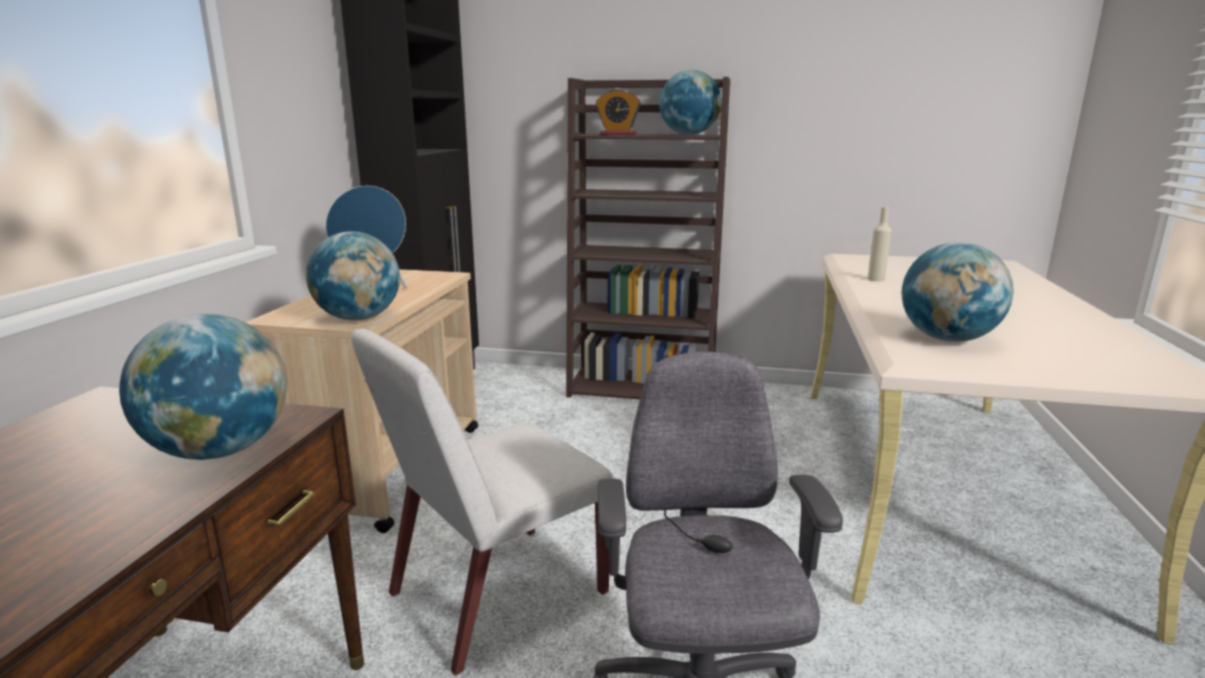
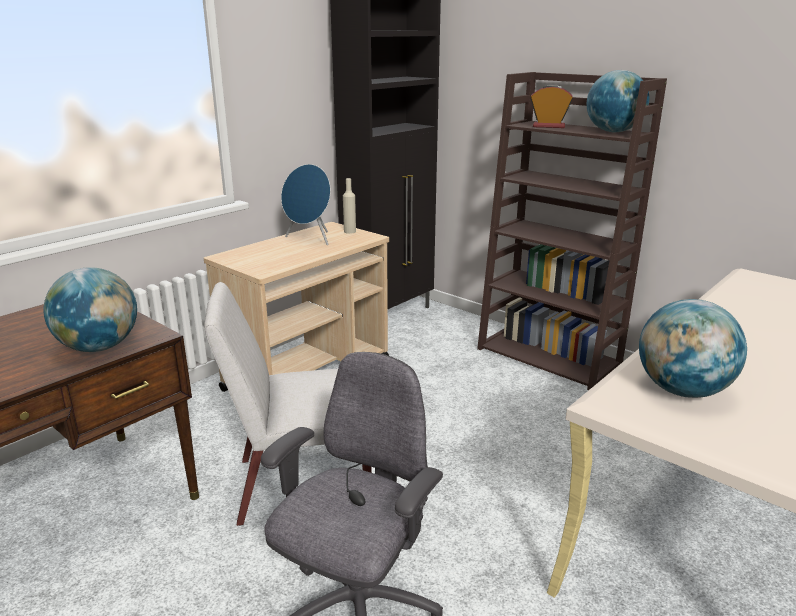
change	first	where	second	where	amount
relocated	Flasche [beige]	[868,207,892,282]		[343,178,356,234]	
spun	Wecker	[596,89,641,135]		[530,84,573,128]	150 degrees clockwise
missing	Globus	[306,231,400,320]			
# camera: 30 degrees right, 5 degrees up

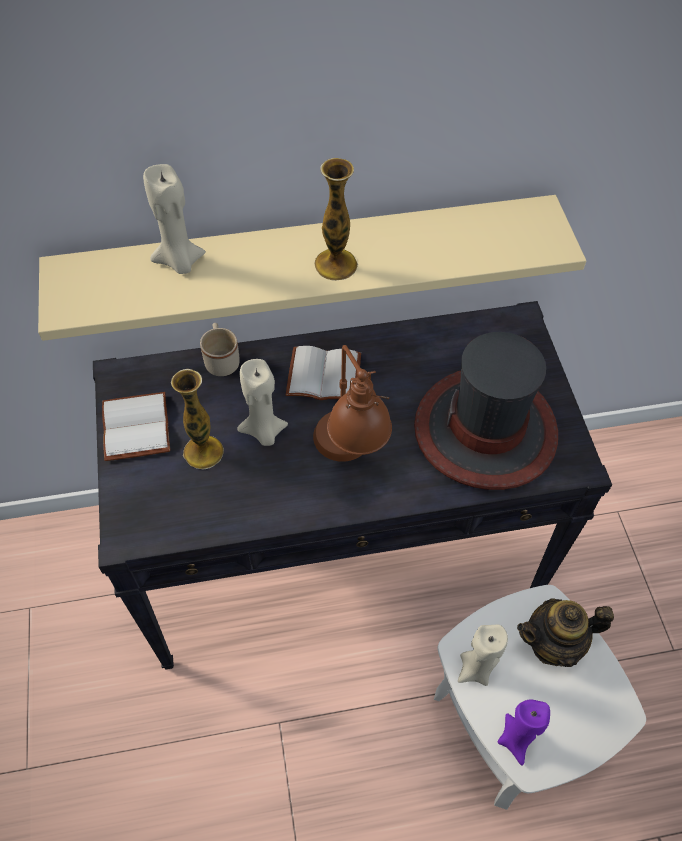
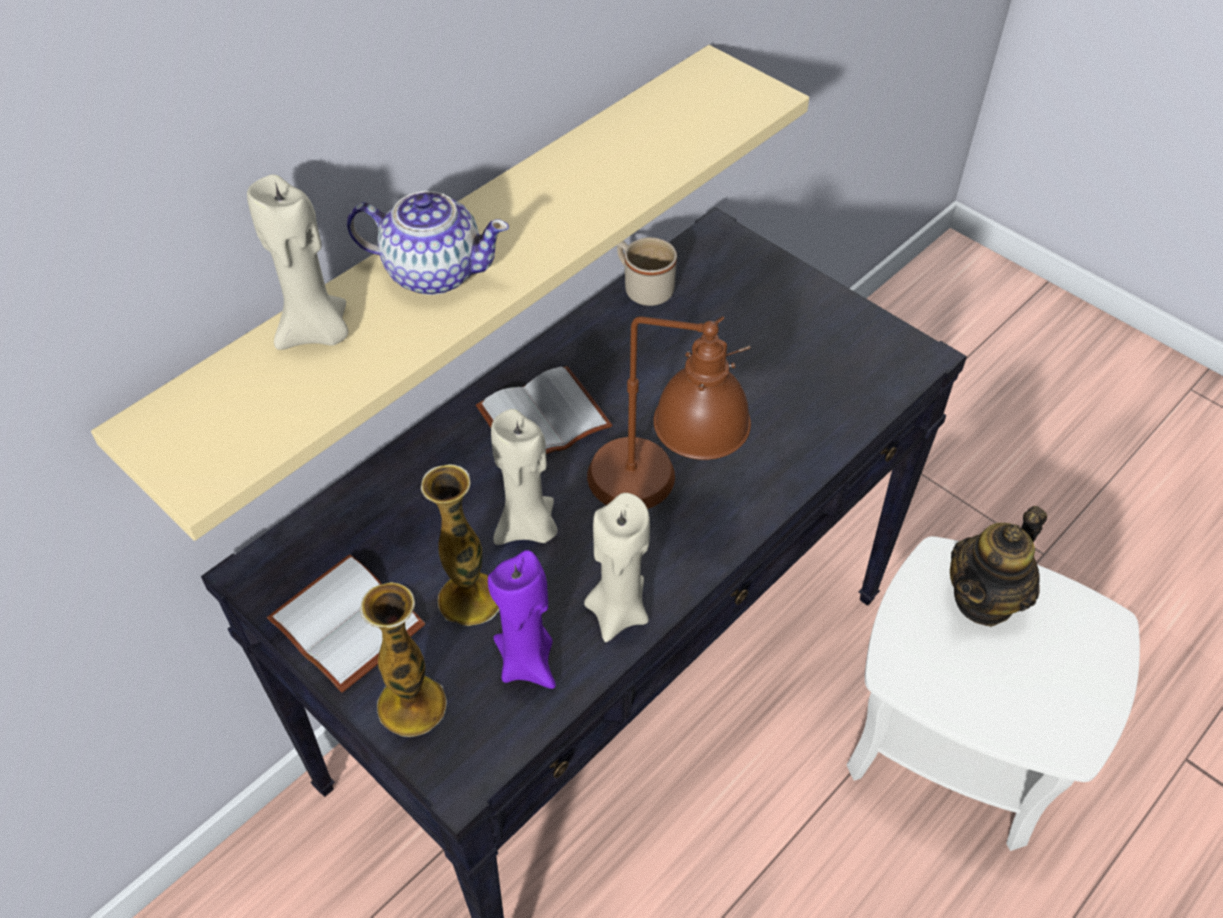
change	first	where	second	where	amount
appeared			Teekanne	[347,191,509,295]	
relocated	Vase	[314,158,358,281]		[360,582,447,737]	
relocated	Kerze [lila]	[498,700,550,766]		[488,550,556,689]	
relocated	Kerze [beige]	[458,624,508,686]		[584,493,650,642]	
relocated	Henkelbecher [beige]	[200,323,240,376]		[617,237,677,306]	
missing	Hut	[414,332,558,490]			
# camera: 35 degrees left, 5 degrees down

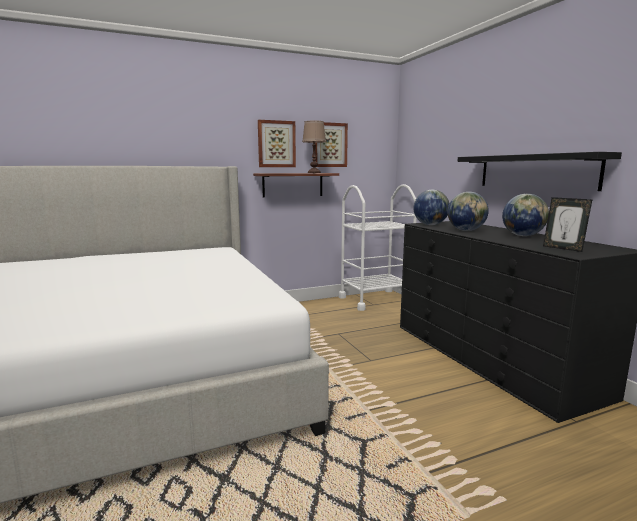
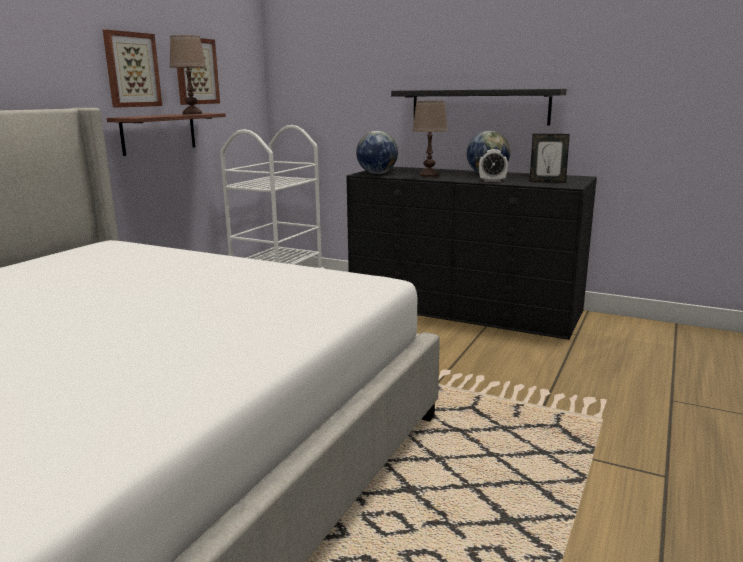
change	first	where	second	where	amount
exchanged	Globus	[448,192,489,231]	Tischlampe [braun]	[412,101,448,177]	
appeared			Wecker	[479,149,508,182]	
# camera: 40 degrees left, 5 degrees up

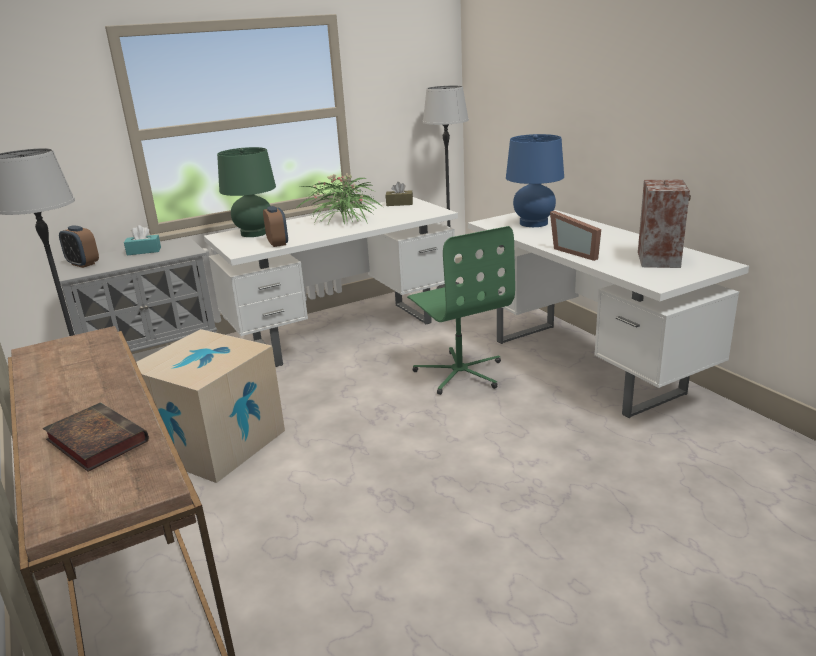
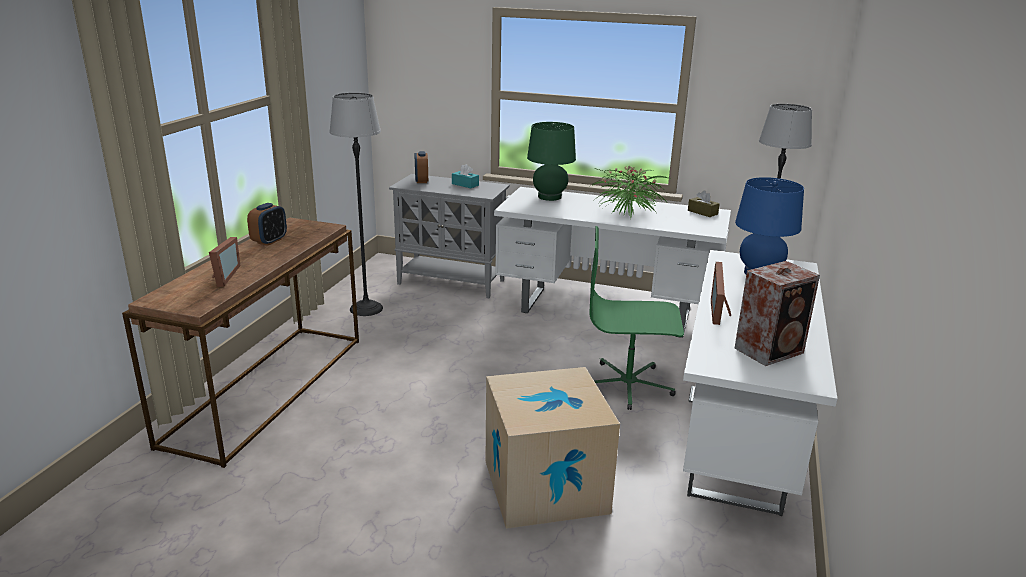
change	first	where	second	where	amount
exchanged	Buch	[43,402,149,472]	Bilderrahmen	[209,237,241,287]	
relocated	Wecker	[263,206,288,247]		[247,203,287,246]	
relocated	Karton	[136,329,285,483]		[485,367,620,529]	
spun	Bürostuhl [grün]	[407,226,515,395]		[590,226,684,410]	75 degrees clockwise
# camera: 45 degrees right, 0 degrees up

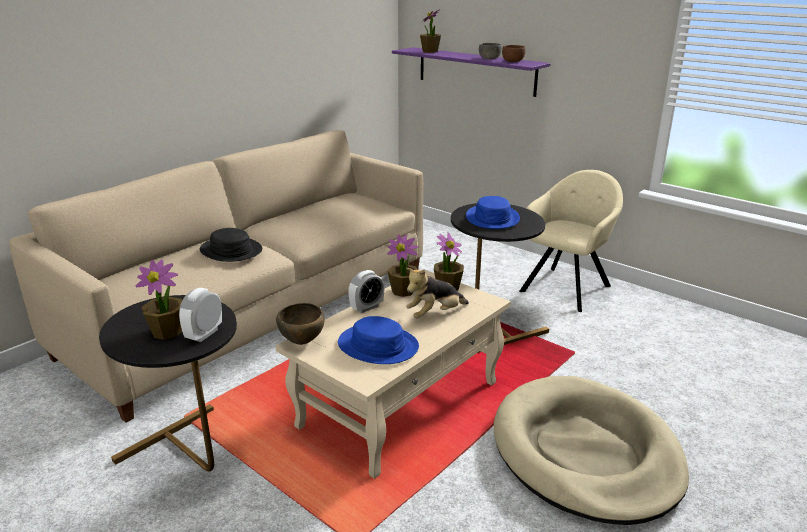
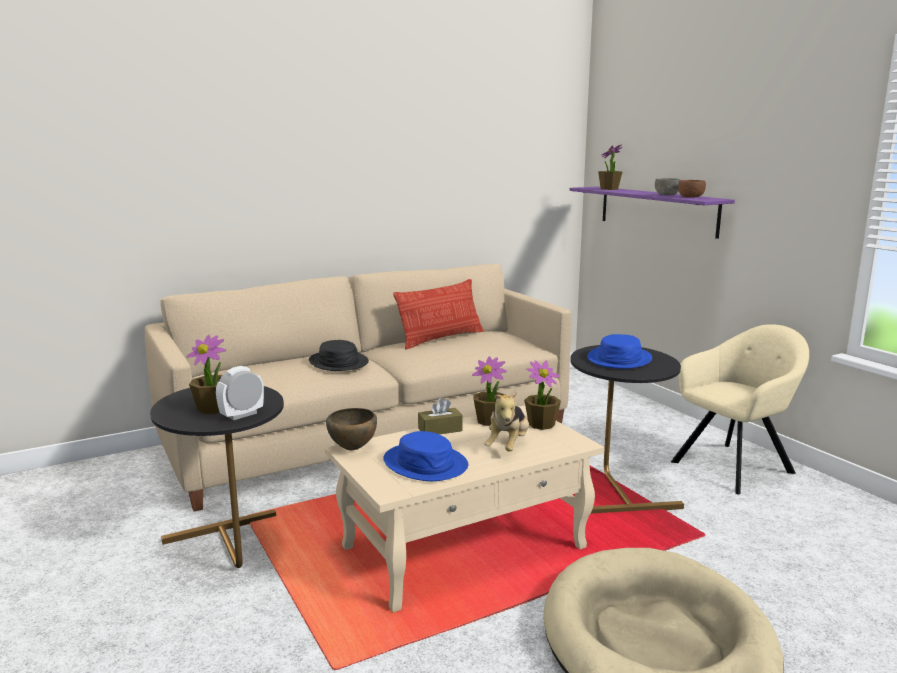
change	first	where	second	where	amount
appeared			Kissen	[393,279,484,350]	
exchanged	Wecker	[348,270,384,313]	Taschentuchbox [braun]	[418,398,463,434]	
spun	Plüschtier	[406,268,469,318]		[484,391,529,451]	60 degrees counterclockwise
# camera: 20 degrees right, 10 degrees down

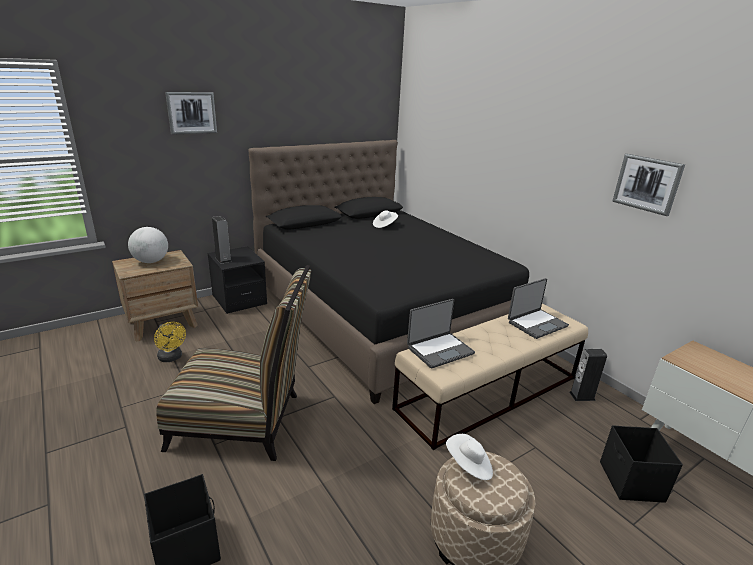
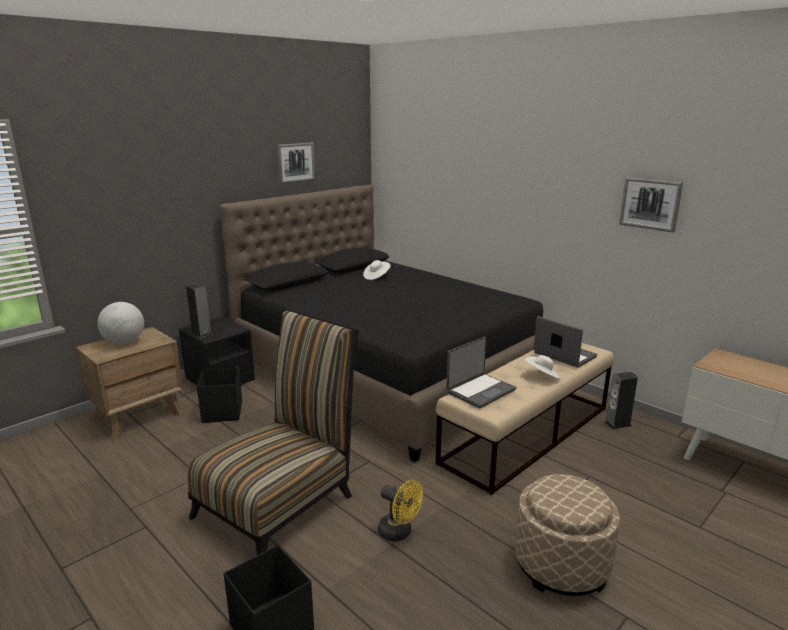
change	first	where	second	where	amount
spun	Stuhl	[156,265,311,461]		[187,307,359,555]	45 degrees counterclockwise
relocated	Aufbewahrungsbox [schwarz]	[600,425,683,503]		[197,368,242,423]	
relocated	Bild	[165,92,217,135]		[277,143,315,184]	
relocated	Ventilator [gelb]	[154,322,186,362]		[378,480,423,542]	
relocated	Hut [weiß]	[446,434,493,480]		[524,355,561,379]	
spun	Laptop	[508,278,569,339]		[534,316,597,368]	90 degrees counterclockwise
# camera: 10 degrees left, 5 degrees down

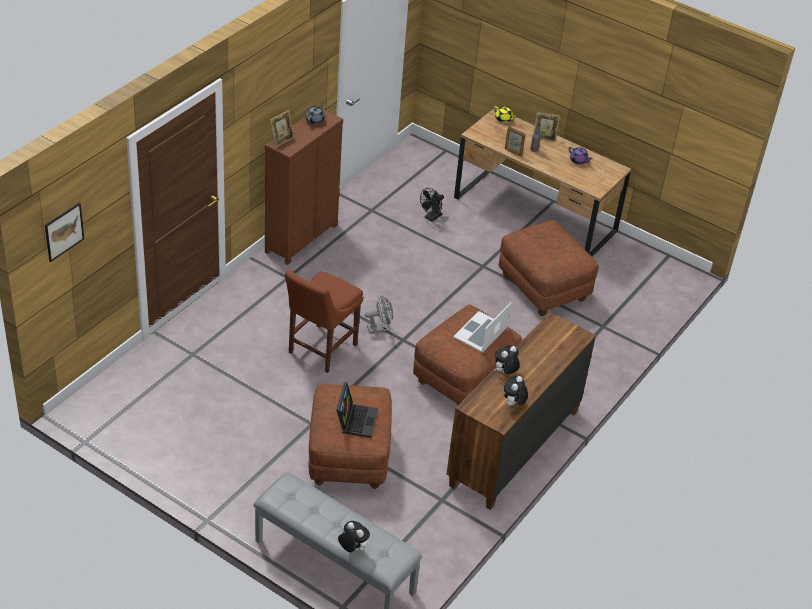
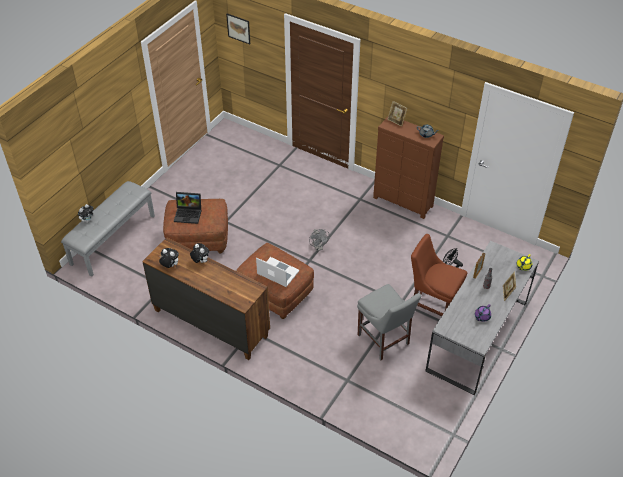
change	first	where	second	where	amount
exchanged	Polsterhocker [braun]	[499,220,599,316]	Stuhl [grau]	[357,284,421,360]	
relocated	Stuhl [braun]	[285,270,363,373]		[411,234,467,316]	
colour	Schreibtisch [braun]	[454,108,631,257]	Schreibtisch [grau]	[425,241,539,395]	
# camera: 90 degrees right, 5 degrees up

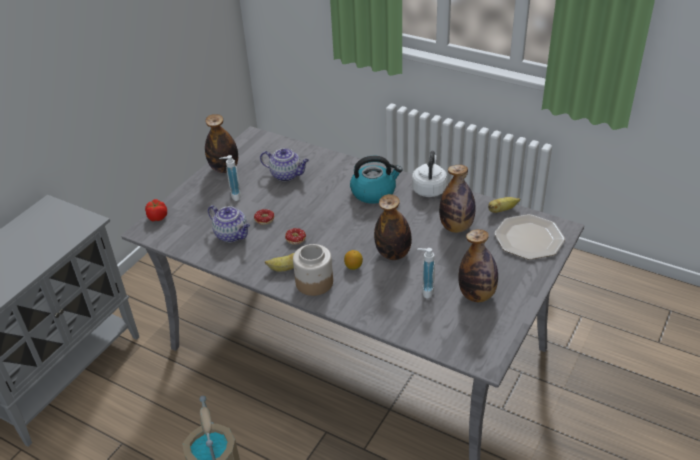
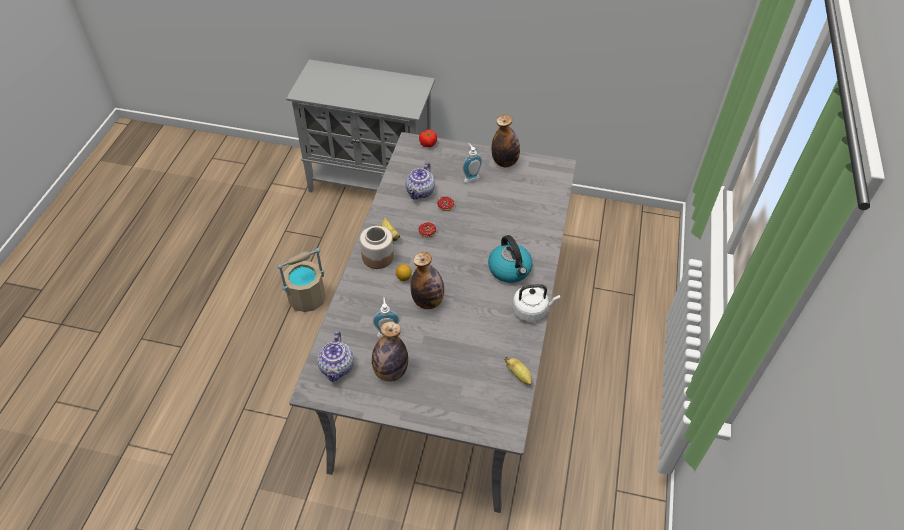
change	first	where	second	where	amount
relocated	Teekanne	[260,148,309,181]		[317,331,354,382]	
missing	Flasche	[439,165,476,233]			
missing	Teller	[494,214,565,260]			
# camera: 70 degrees right, 10 degrees up

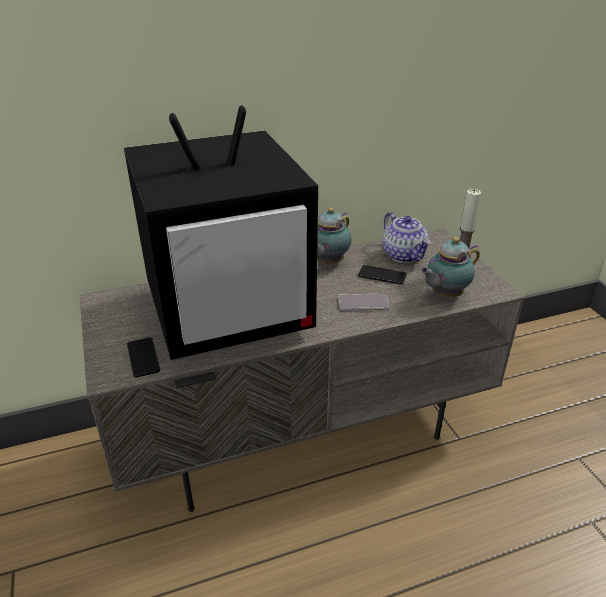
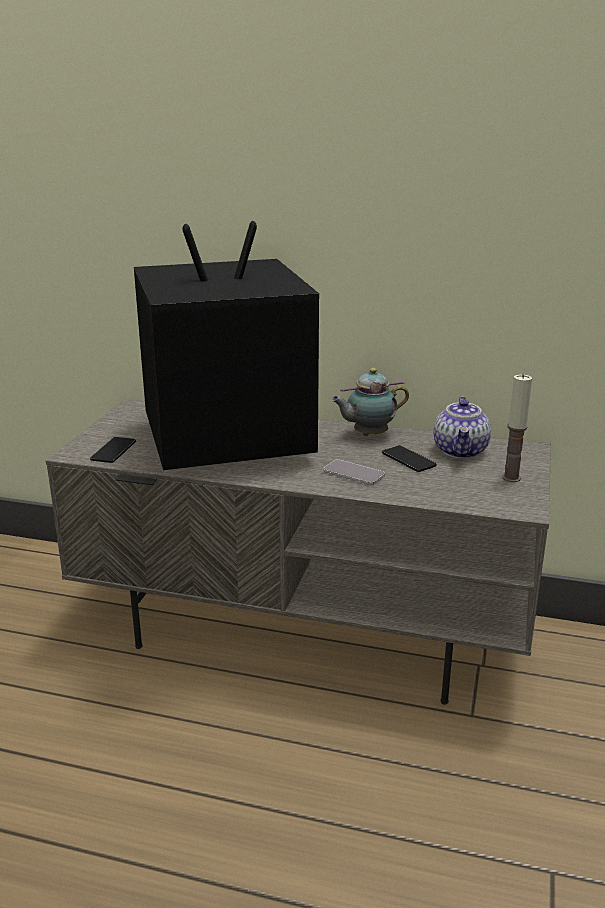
change	first	where	second	where	amount
spun	Fernseher	[124,106,318,360]		[134,221,319,471]	150 degrees clockwise
missing	Teekanne	[420,237,480,297]			
# camera: 35 degrees right, 10 degrees down

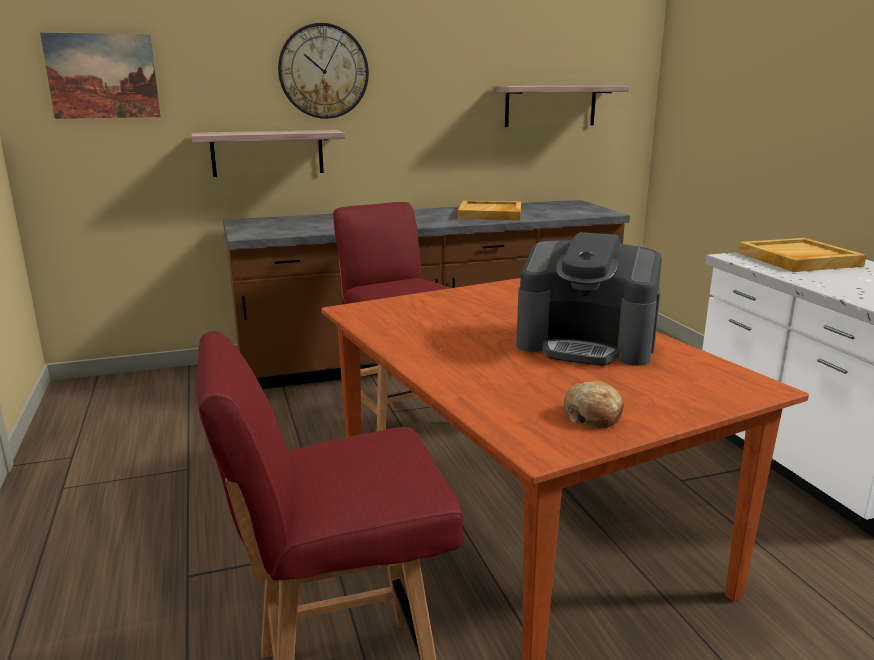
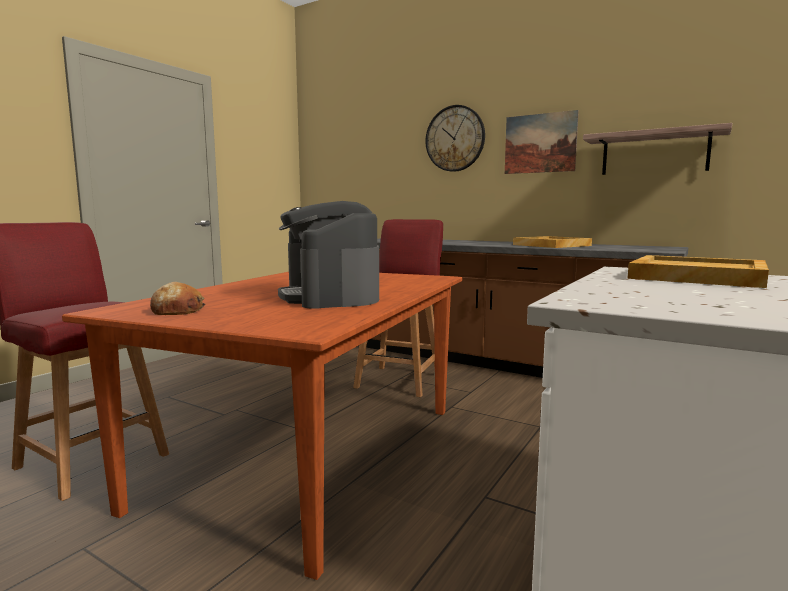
change	first	where	second	where	amount
relocated	Bild	[40,32,161,119]		[505,110,579,174]	
missing	Wandregal	[191,130,345,177]			
# camera: 50 degrees right, 10 degrees down

